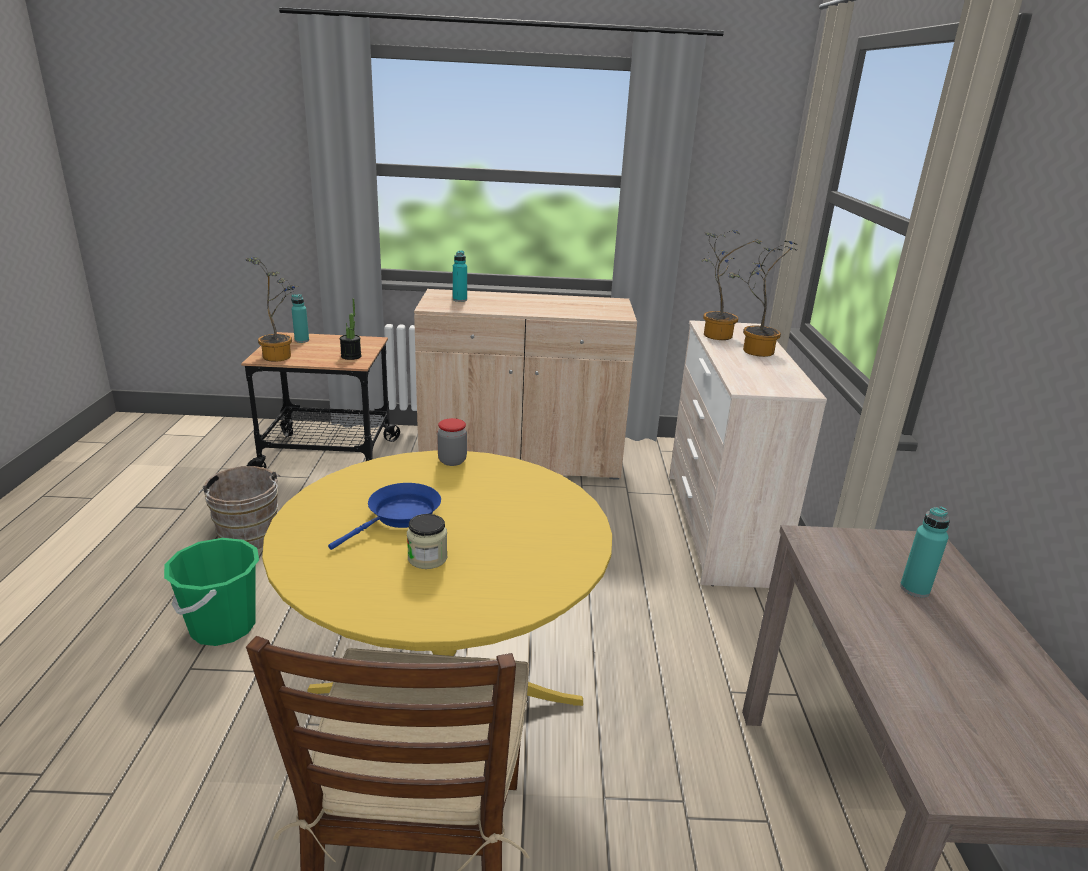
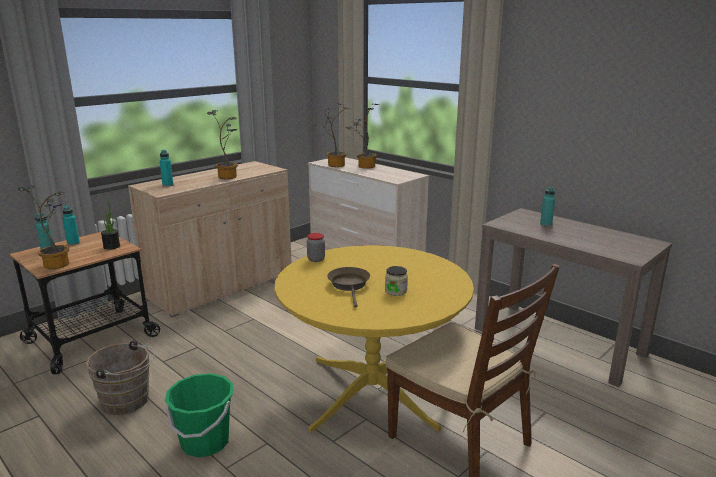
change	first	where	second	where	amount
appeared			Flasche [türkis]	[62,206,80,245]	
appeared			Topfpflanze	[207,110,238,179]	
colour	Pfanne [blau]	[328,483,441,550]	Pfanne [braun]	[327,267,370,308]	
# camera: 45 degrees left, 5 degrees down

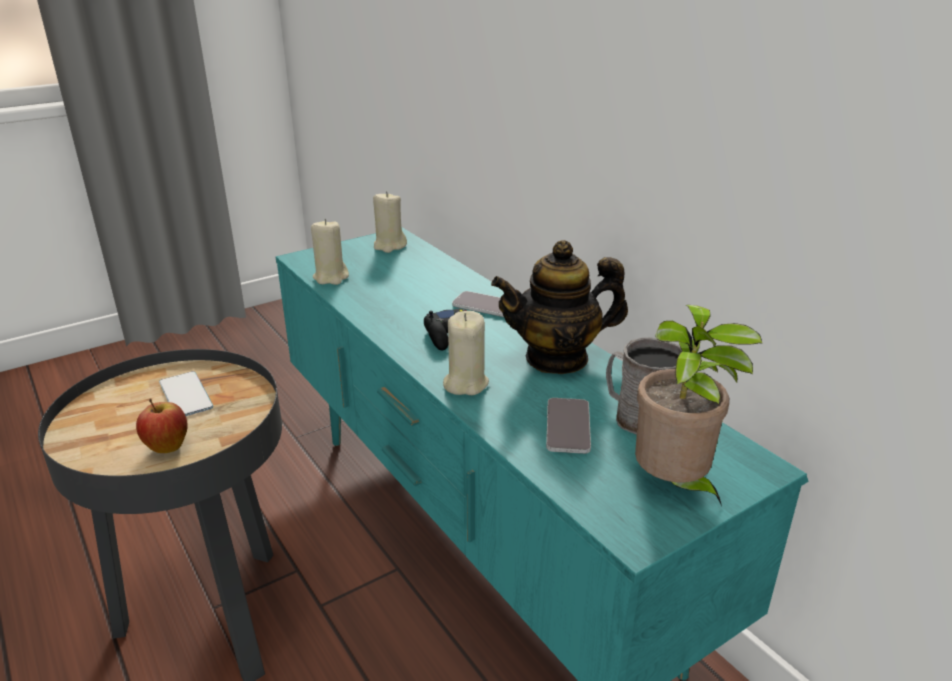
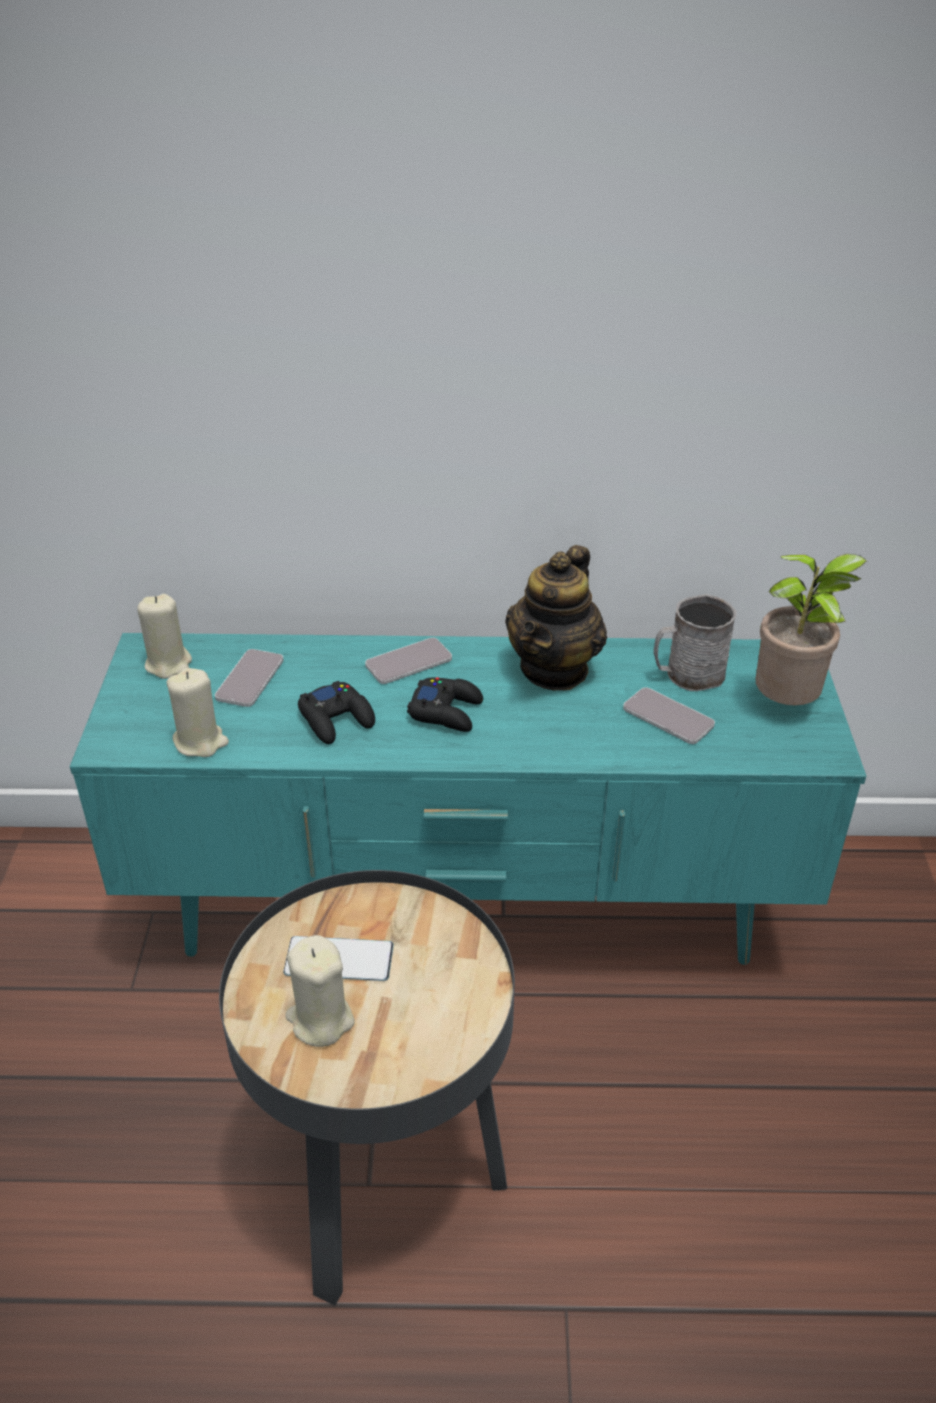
change	first	where	second	where	amount
appeared			Handy	[215,649,284,707]	
relocated	Kerze [beige]	[443,311,489,395]		[285,935,355,1047]	
appeared			Gamepad [schwarz]	[298,681,375,744]	
missing	Apfel	[136,399,188,453]			
# camera: 55 degrees left, 10 degrees up

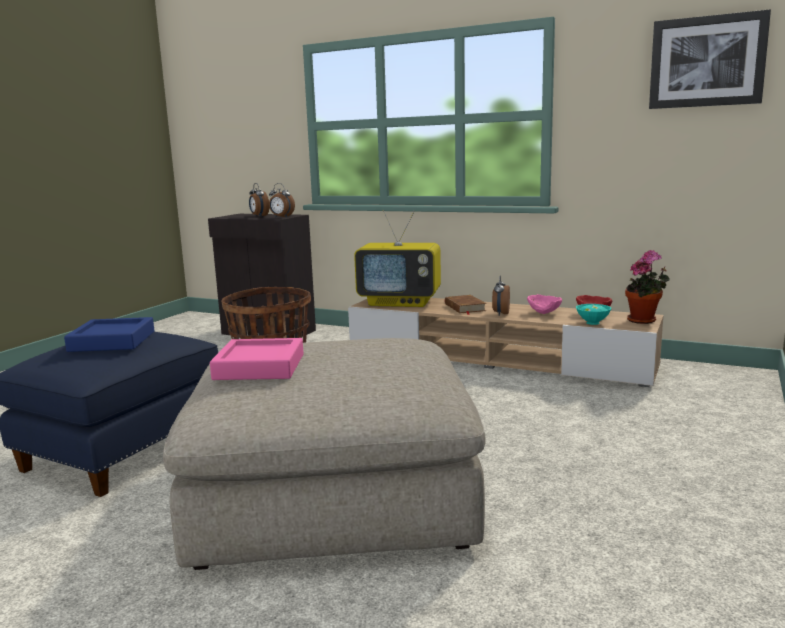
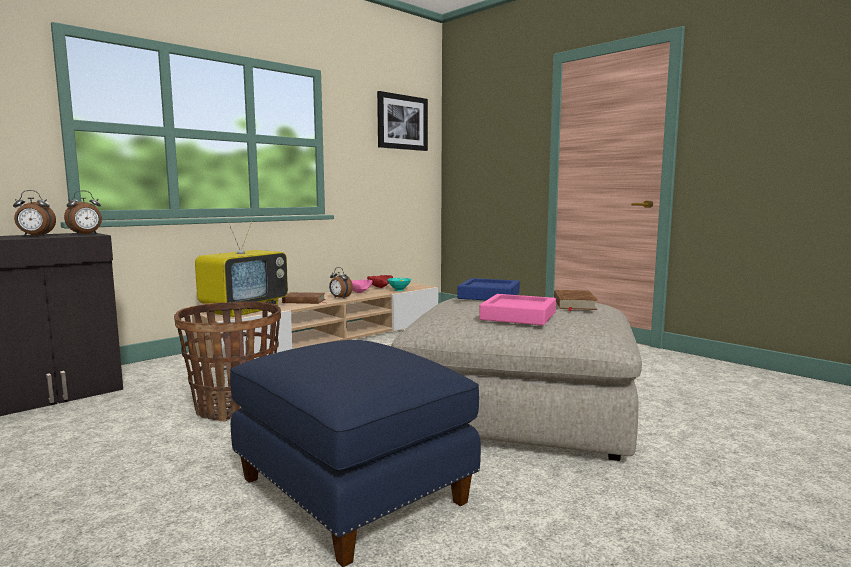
change	first	where	second	where	amount
relocated	Tablett [blau]	[64,317,154,352]		[457,278,520,300]	
appeared			Buch [braun]	[554,290,597,311]	
missing	Topfpflanze	[625,250,670,324]			
# camera: 70 degrees left, 5 degrees down

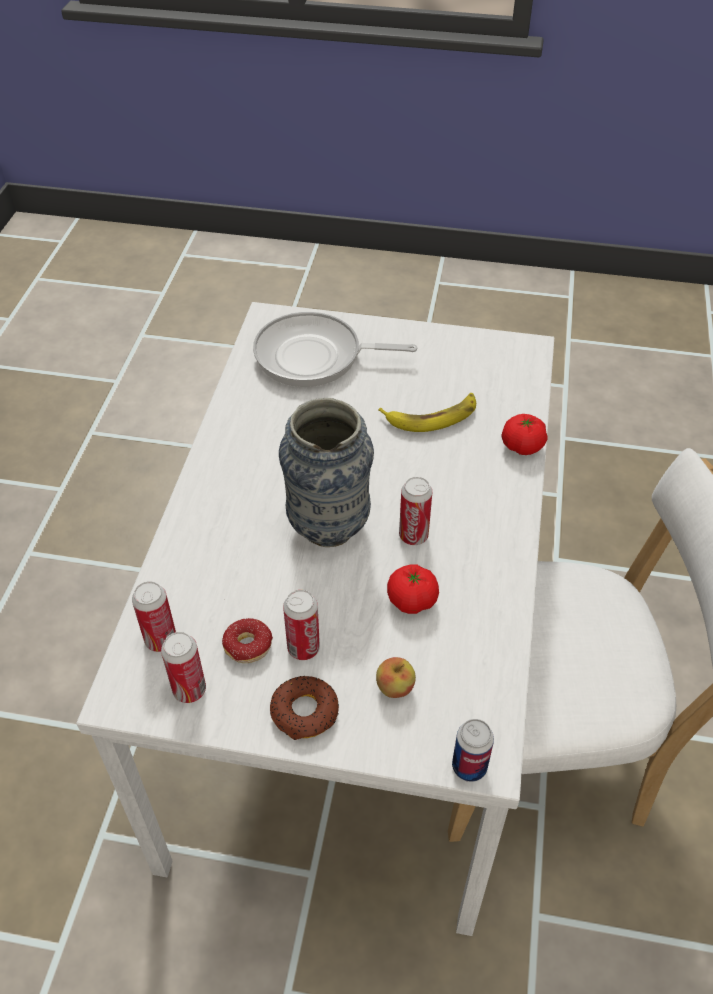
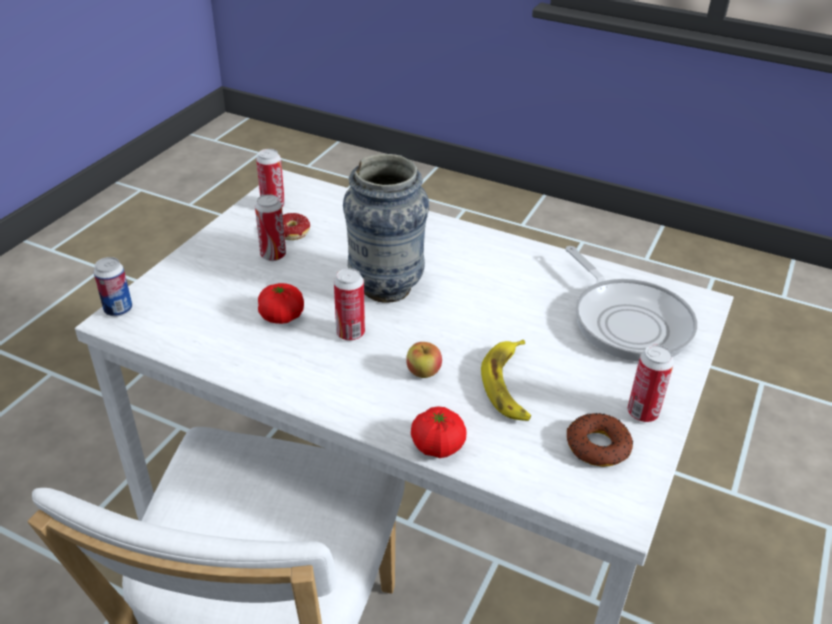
change	first	where	second	where	amount
relocated	Apfel	[376,657,416,698]		[406,342,442,378]	
spun	Pfanne	[253,312,417,387]		[565,246,697,362]	135 degrees clockwise
relocated	Donut	[270,676,339,740]		[567,413,633,467]	
relocated	Dose	[132,581,176,652]		[627,345,674,422]	
# camera: 105 degrees right, 10 degrees down

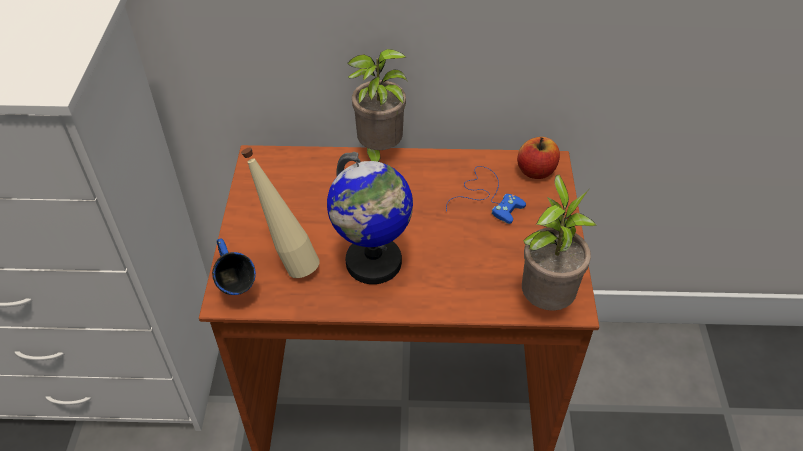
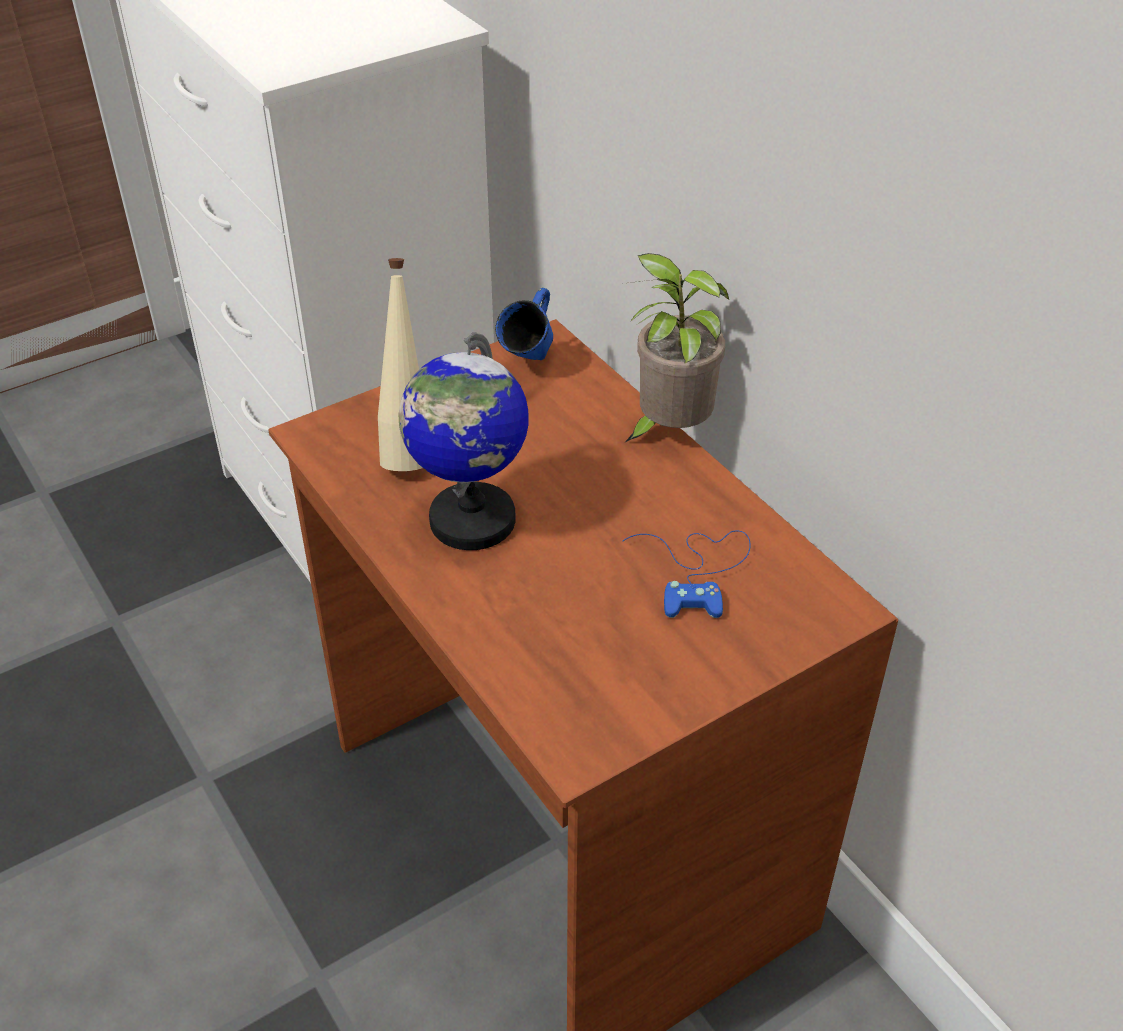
change	first	where	second	where	amount
relocated	Henkelbecher [blau]	[212,239,256,295]		[495,288,553,360]	
missing	Apfel	[517,137,560,179]			
missing	Topfpflanze	[522,175,597,311]			
# camera: 55 degrees right, 5 degrees down

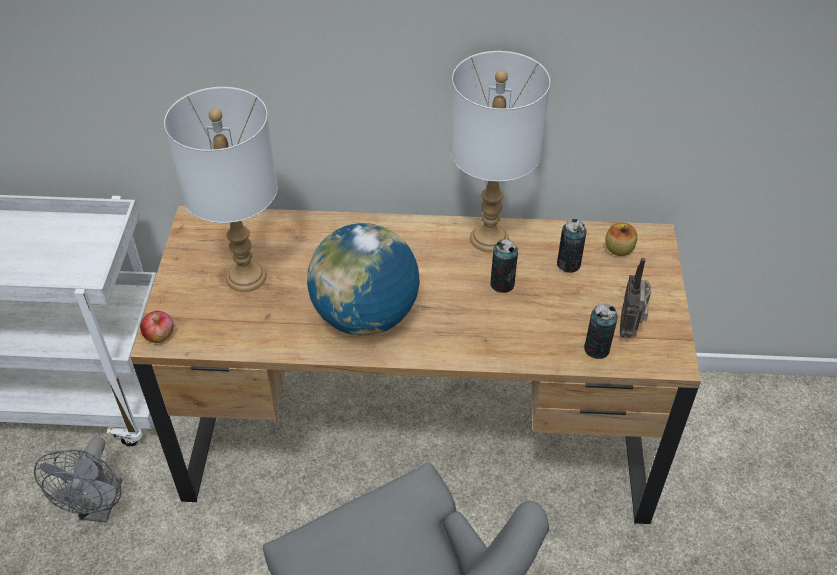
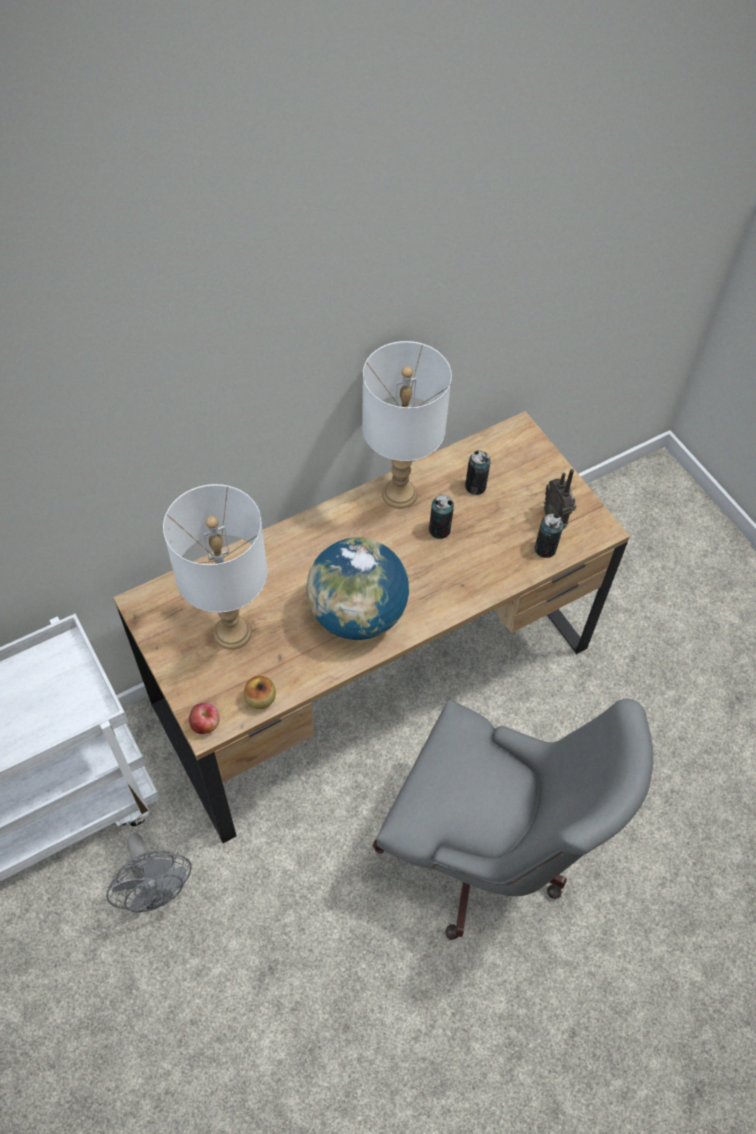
change	first	where	second	where	amount
relocated	Apfel	[605,223,637,256]		[244,676,276,709]	
# camera: 35 degrees left, 10 degrees up

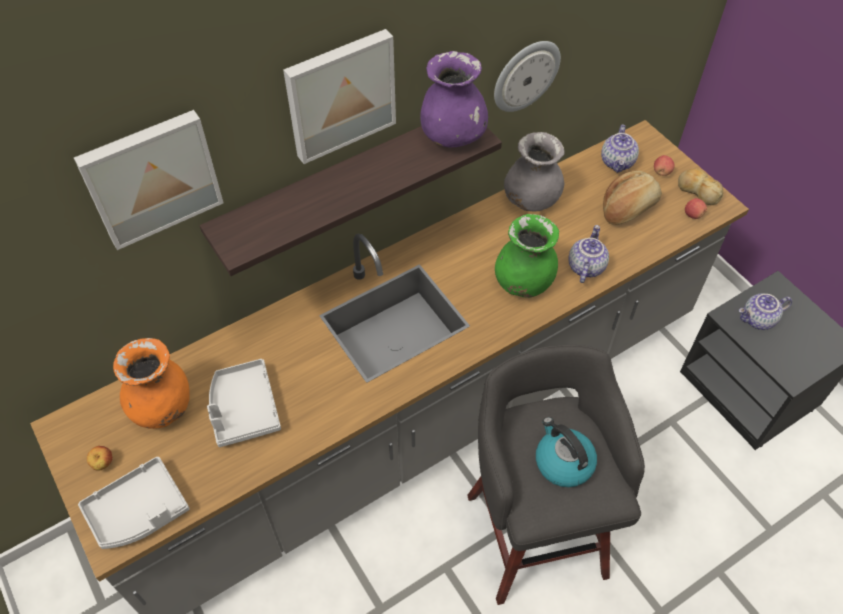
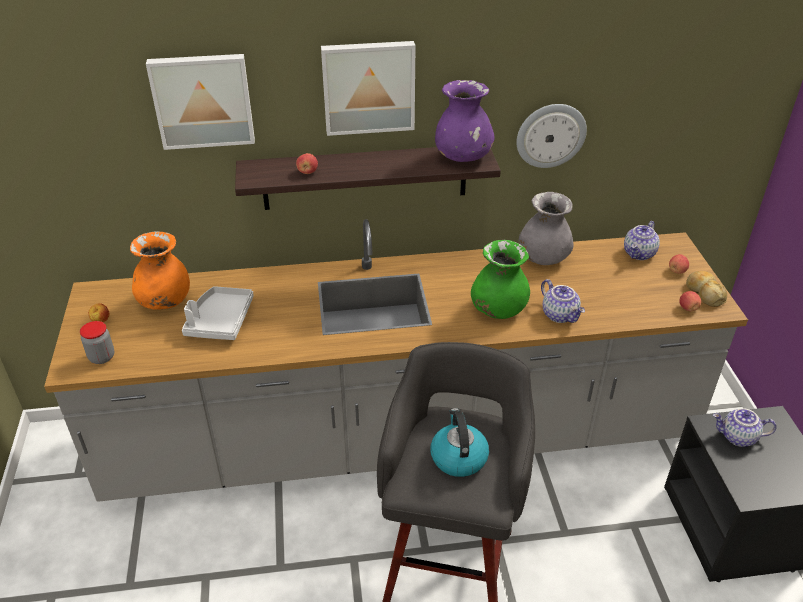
change	first	where	second	where	amount
exchanged	Tablett [grau]	[78,457,190,549]	Vorratsglas	[80,321,114,364]	
appeared			Apfel	[296,153,318,174]	
spun	Teekanne	[569,225,609,283]		[541,279,585,323]	105 degrees clockwise
missing	Brot	[603,171,662,225]			
# camera: 25 degrees right, 15 degrees down

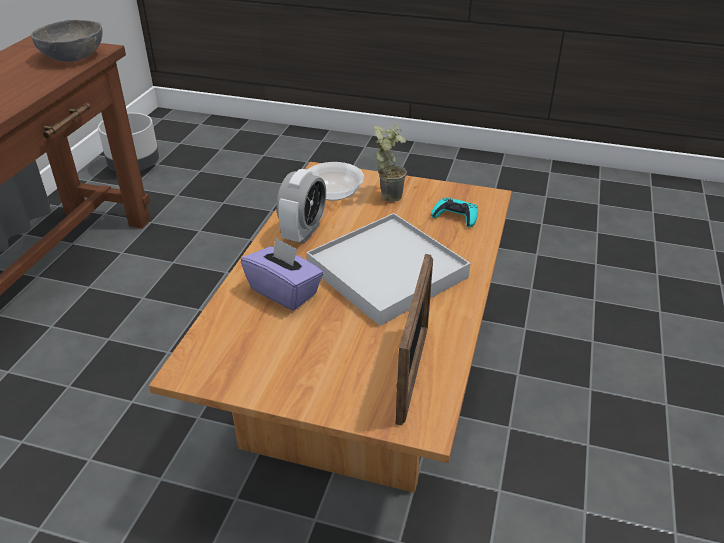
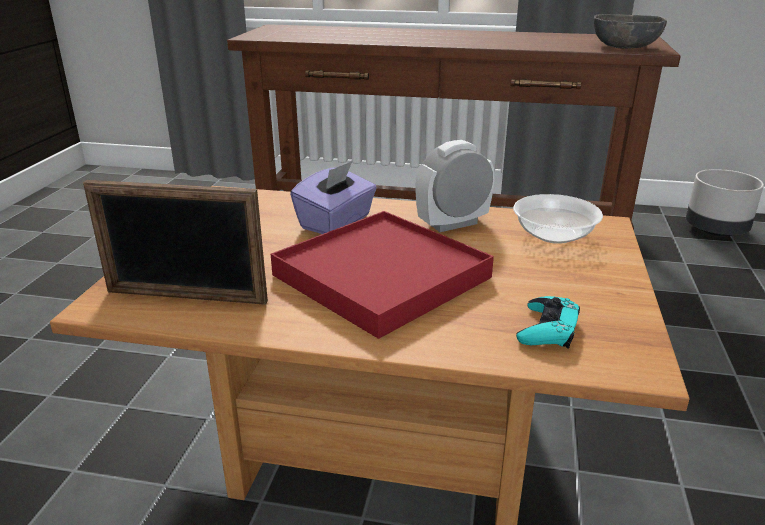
change	first	where	second	where	amount
colour	Tablett [weiß]	[307,213,470,326]	Tablett [rot]	[271,211,494,339]	
spun	Wecker	[276,169,326,244]		[416,140,494,232]	135 degrees clockwise
missing	Topfpflanze	[374,123,407,202]			
# camera: 85 degrees right, 10 degrees down

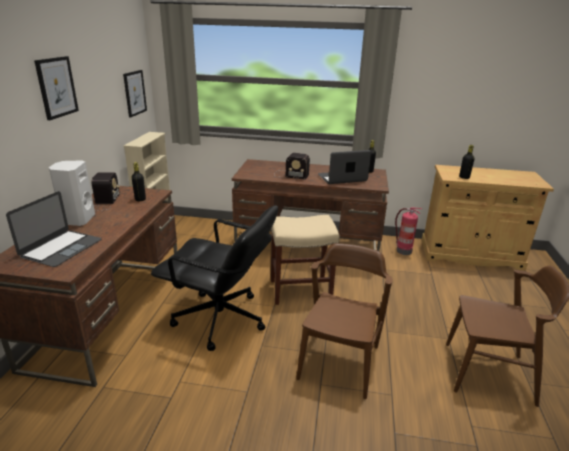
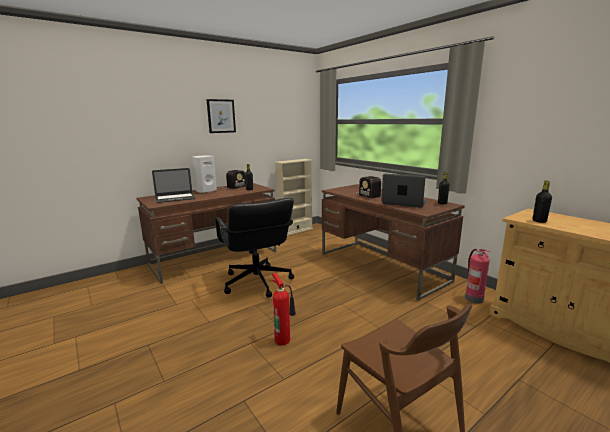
change	first	where	second	where	amount
exchanged	Stuhl [braun]	[296,243,393,399]	Feuerlöscher	[272,273,296,345]	
missing	Bild	[123,70,147,117]			
missing	Hocker [beige]	[271,215,340,305]			
# camera: 45 degrees right, 10 degrees down

